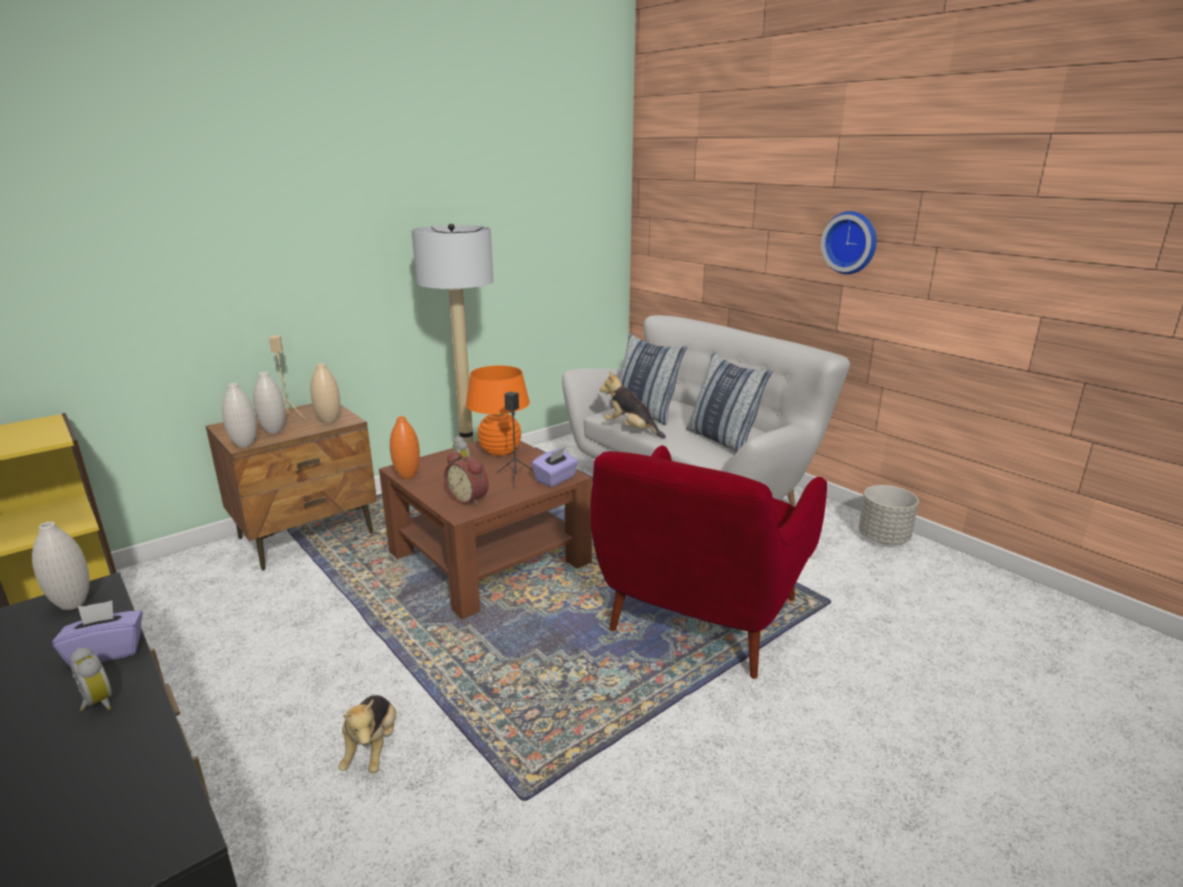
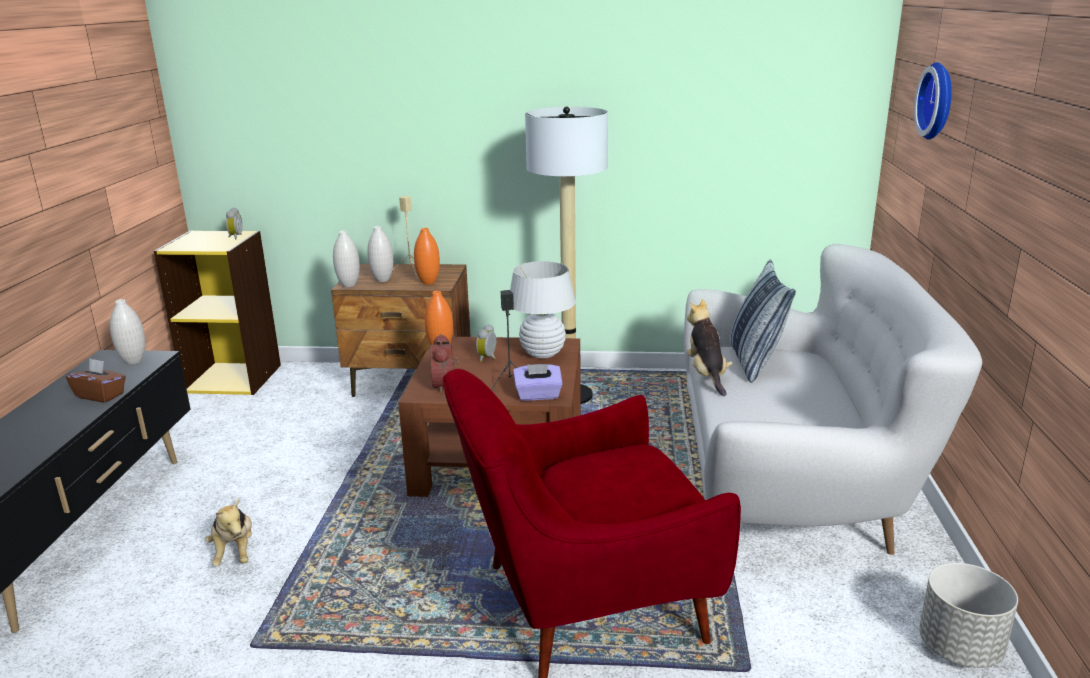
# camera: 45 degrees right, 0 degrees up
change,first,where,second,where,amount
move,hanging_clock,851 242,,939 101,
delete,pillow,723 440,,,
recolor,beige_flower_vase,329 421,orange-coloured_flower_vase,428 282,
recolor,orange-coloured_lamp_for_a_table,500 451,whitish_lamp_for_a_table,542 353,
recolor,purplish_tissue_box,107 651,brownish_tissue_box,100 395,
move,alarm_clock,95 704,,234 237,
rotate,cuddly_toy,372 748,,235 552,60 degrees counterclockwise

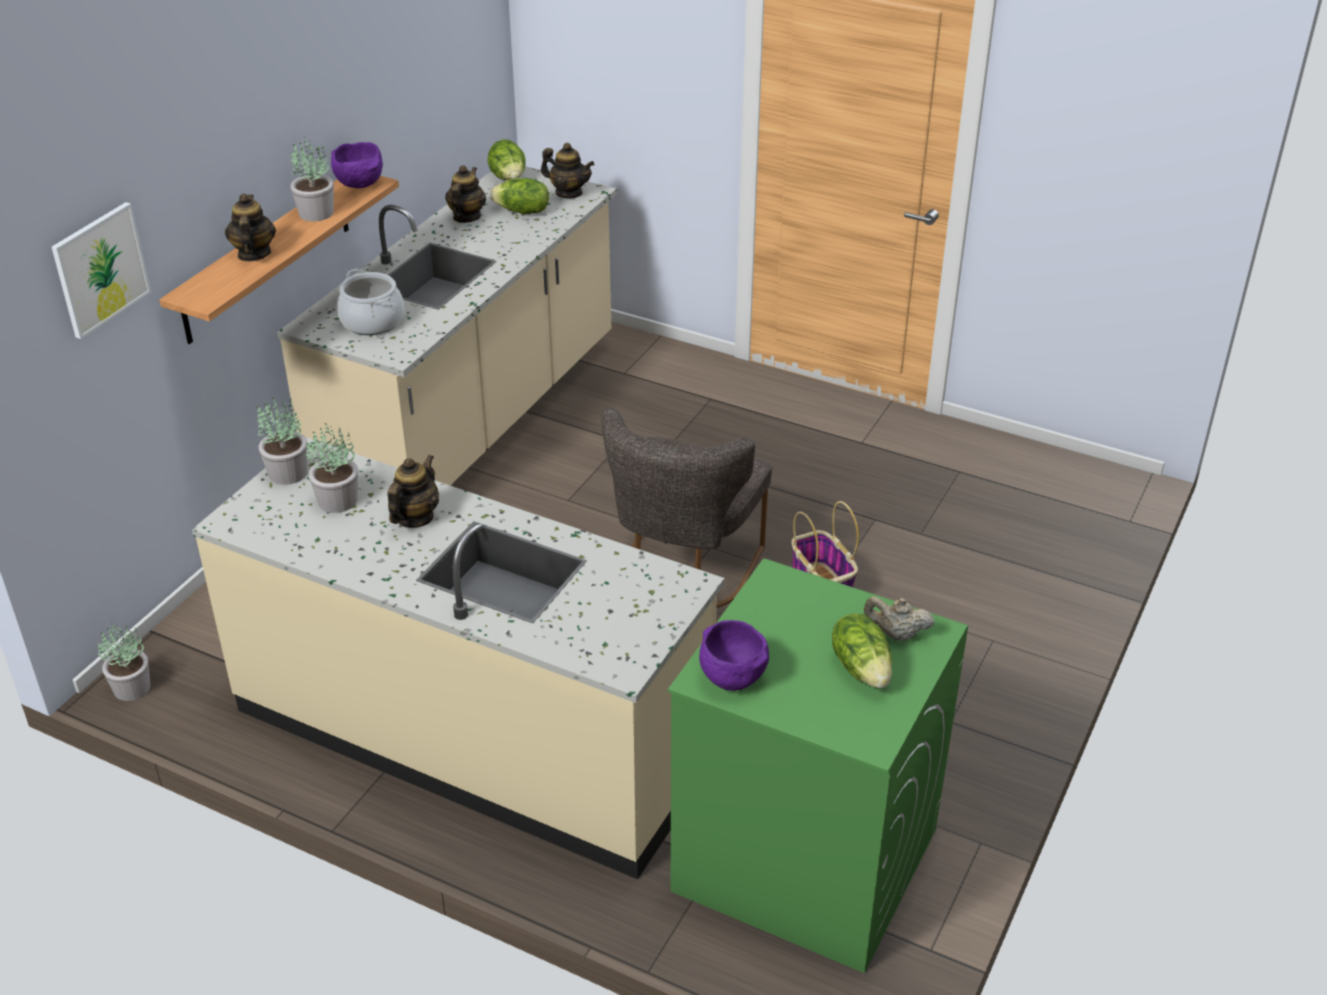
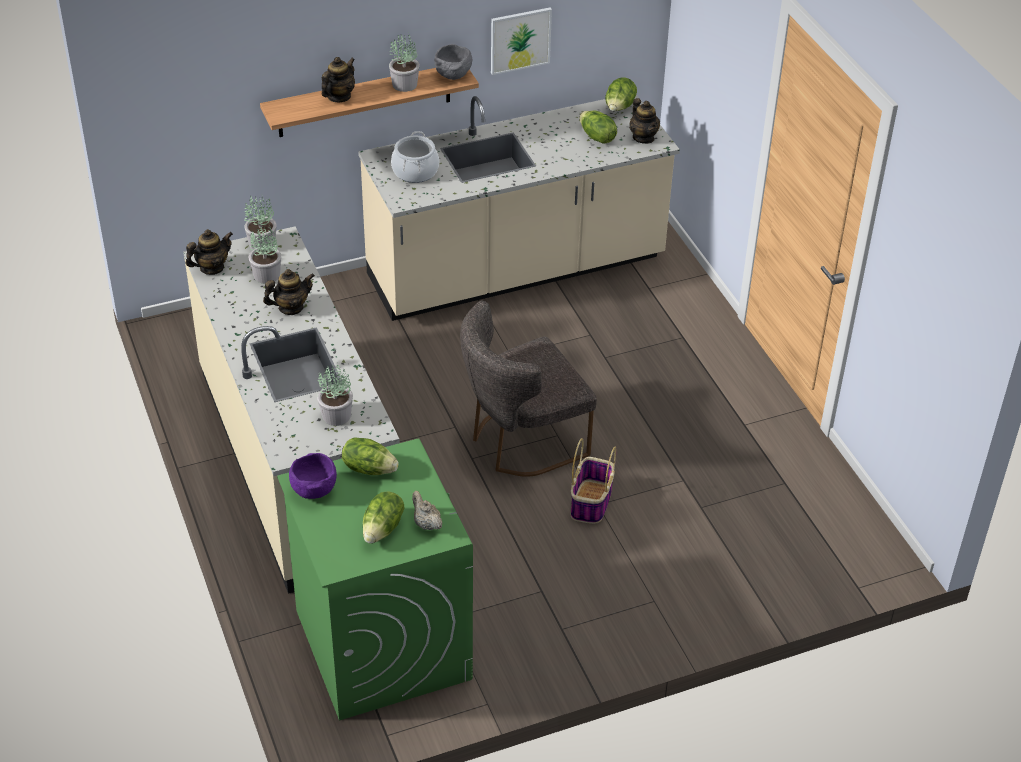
# camera: 40 degrees right, 5 degrees up
change,first,where,second,where,amount
recolor,purplish_deep_dish,361 184,greyish_deep_dish,453 76,
move,tea_pot,466 217,,211 268,
move,wall_art,100 269,,520 40,
move,plant_in_a_pot,132 687,,337 415,
insert,,,head_of_lettuce,369 468,

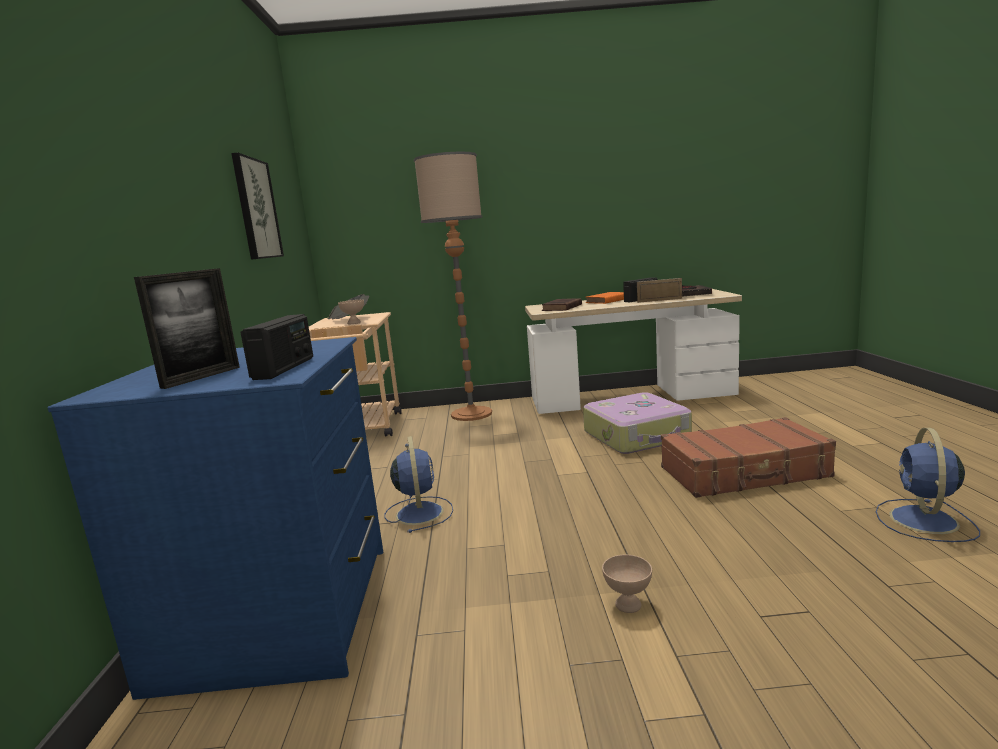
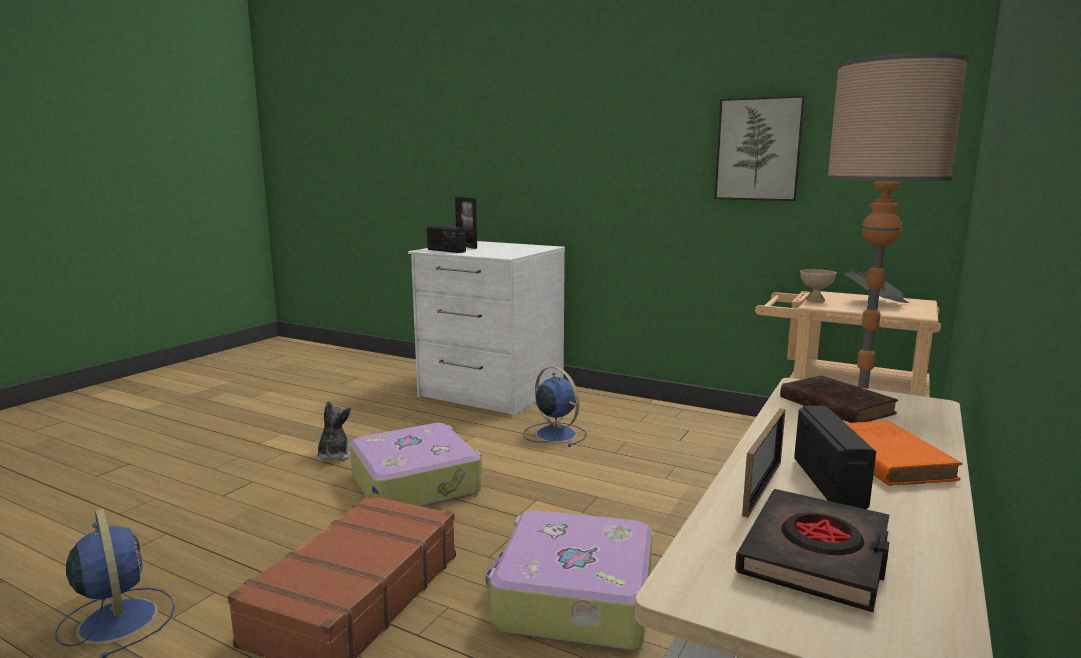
# camera: 120 degrees right, 0 degrees up
change,first,where,second,where,amount
recolor,blue_dresser,283 613,whitish_dresser,490 392,
rotate,blue_cooling_fan,419 512,,554 434,150 degrees counterclockwise
replace,beige_deep_dish,629 605,cuddly_toy,334 456,
insert,,,suitcase,416 483,

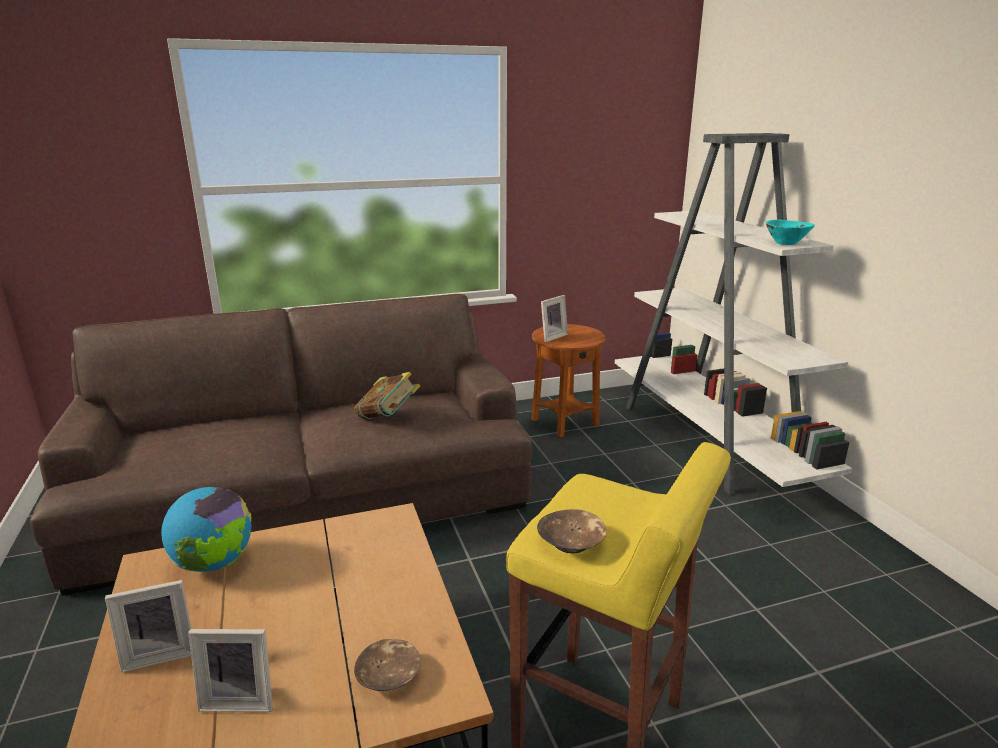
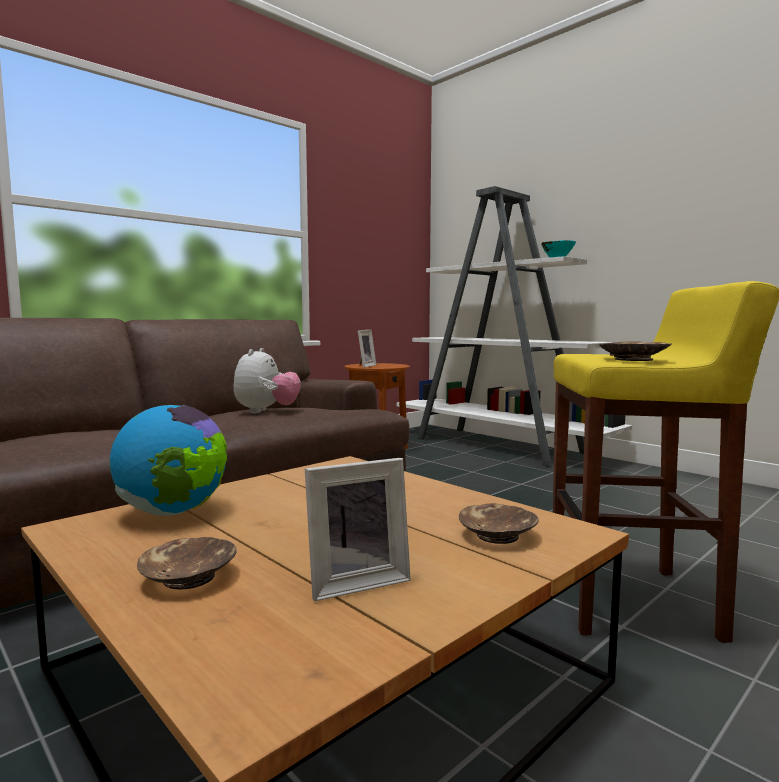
# camera: 25 degrees left, 15 degrees down
change,first,where,second,where,amount
replace,bound_book,388 418,cuddly_toy,266 411,
replace,standing_frame,160 653,brownish_deep_dish,189 577,

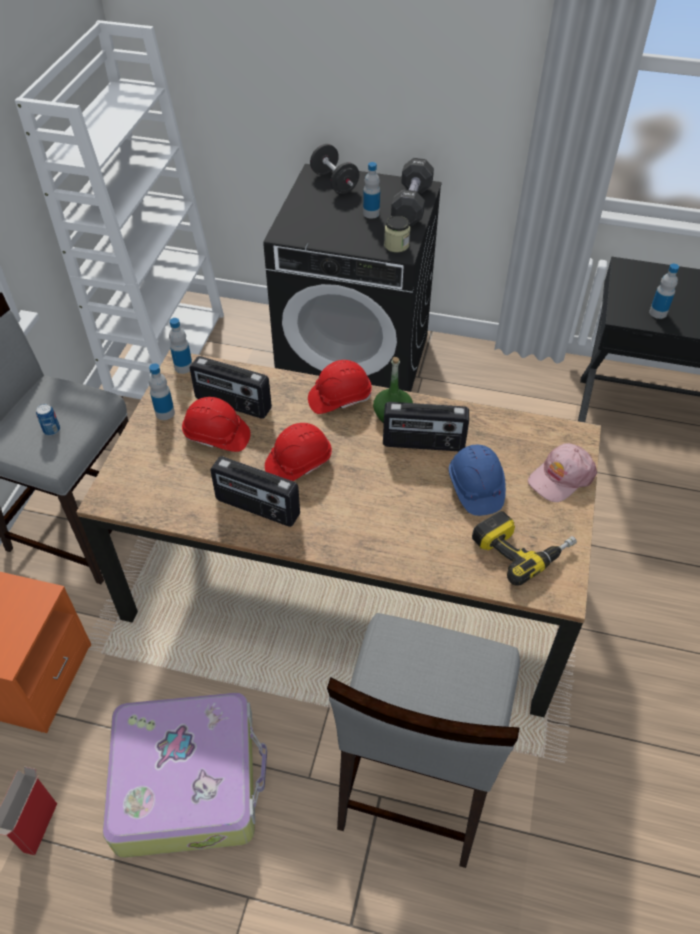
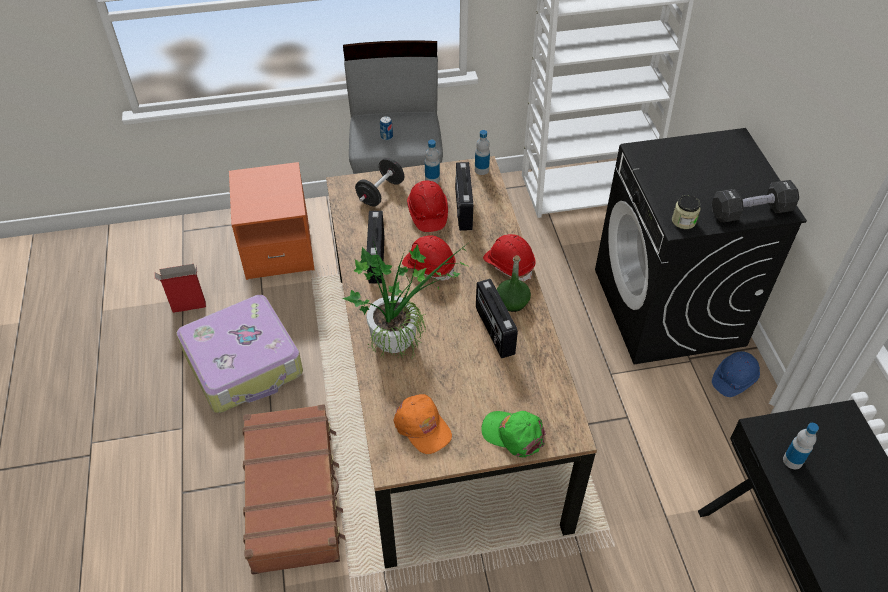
# camera: 65 degrees right, 0 degrees up
change,first,where,second,where,amount
move,black-coloured_free_weight,334 183,,380 193,
delete,bottle,371 213,,,
recolor,pink_peaked_cap,561 477,greenish_peaked_cap,513 434,
move,blue_safety_helmet,475 488,,734 379,
replace,drill,522 548,orange-coloured_peaked_cap,422 427,
replace,greyish_stool_seat,414 782,brownish_suitcase,294 495,
insert,,,plant_in_a_pot,401 336,

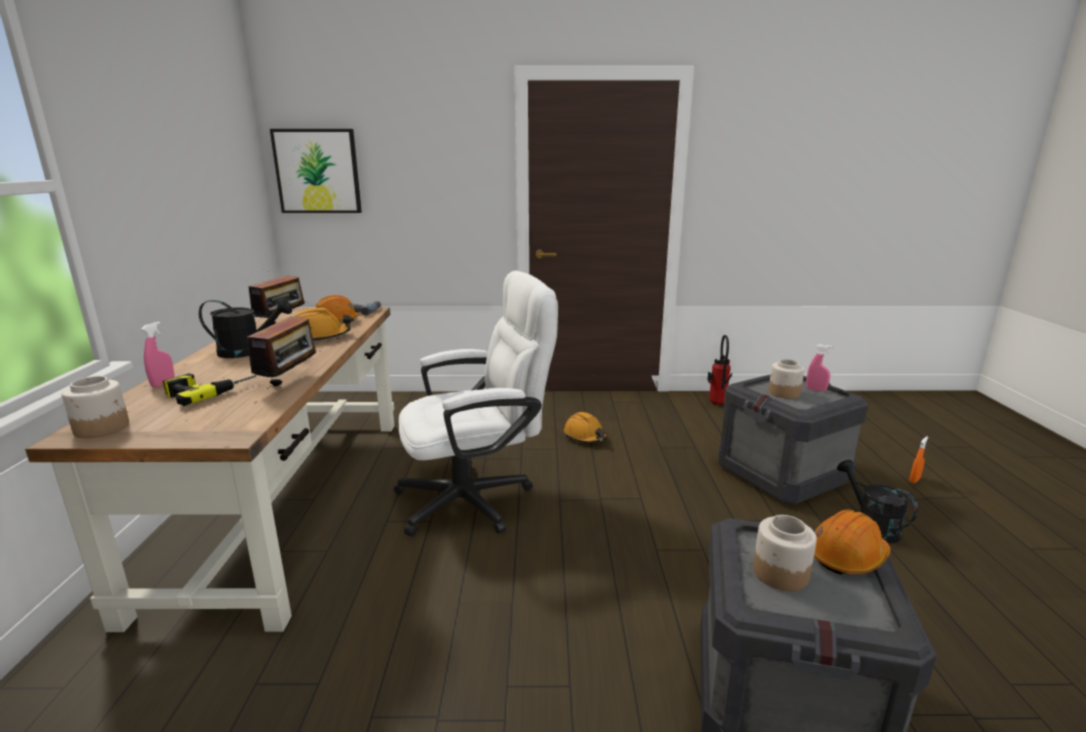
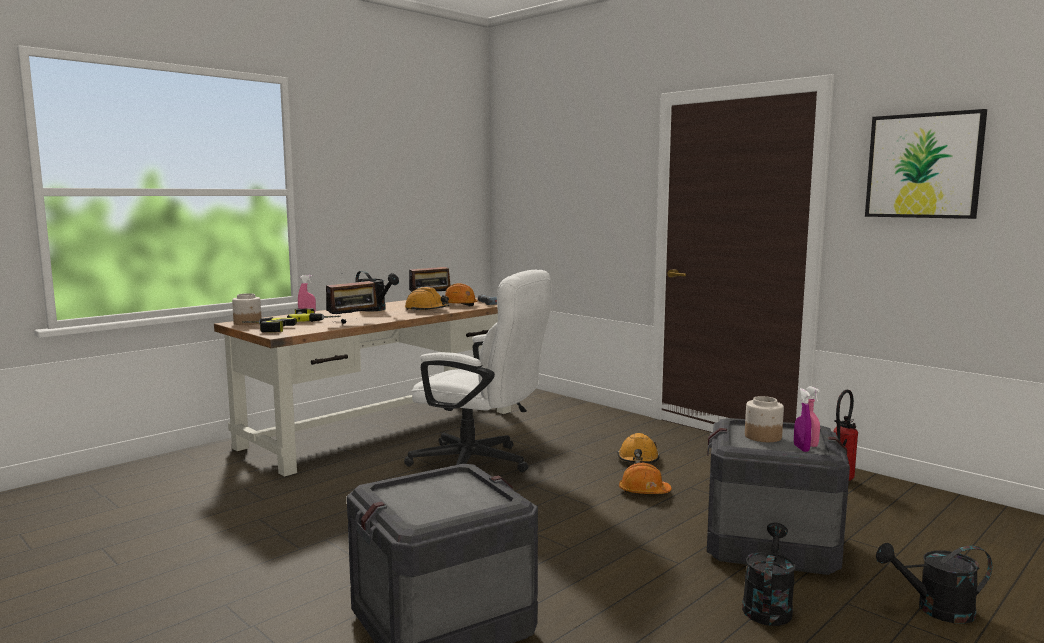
# camera: 45 degrees right, 10 degrees down
change,first,where,second,where,amount
move,wall_art,317 171,,923 166,
replace,orange-coloured_spray_bottle,914 480,black-coloured_watering_pot,935 610,
move,orange-coloured_safety_helmet,846 557,,643 491,
delete,jar,779 573,,,
insert,,,drill,264 329,
insert,,,purplish_spray_bottle,801 448,

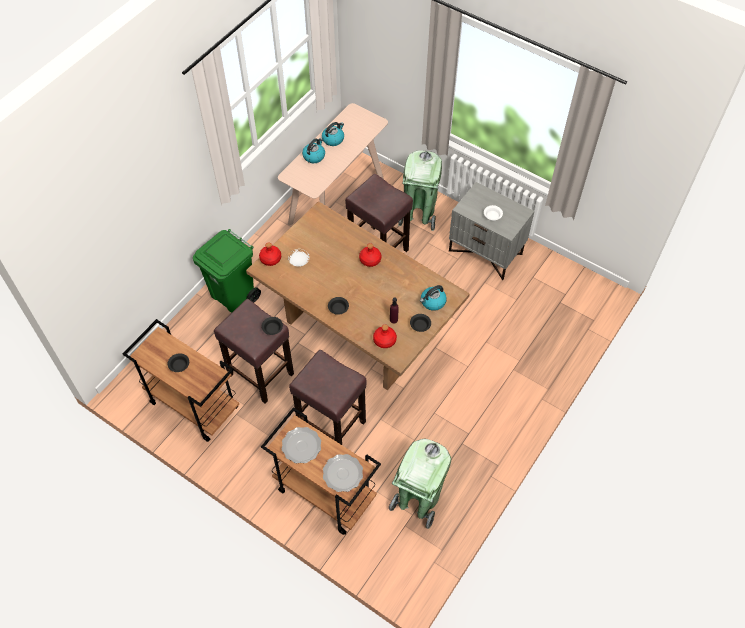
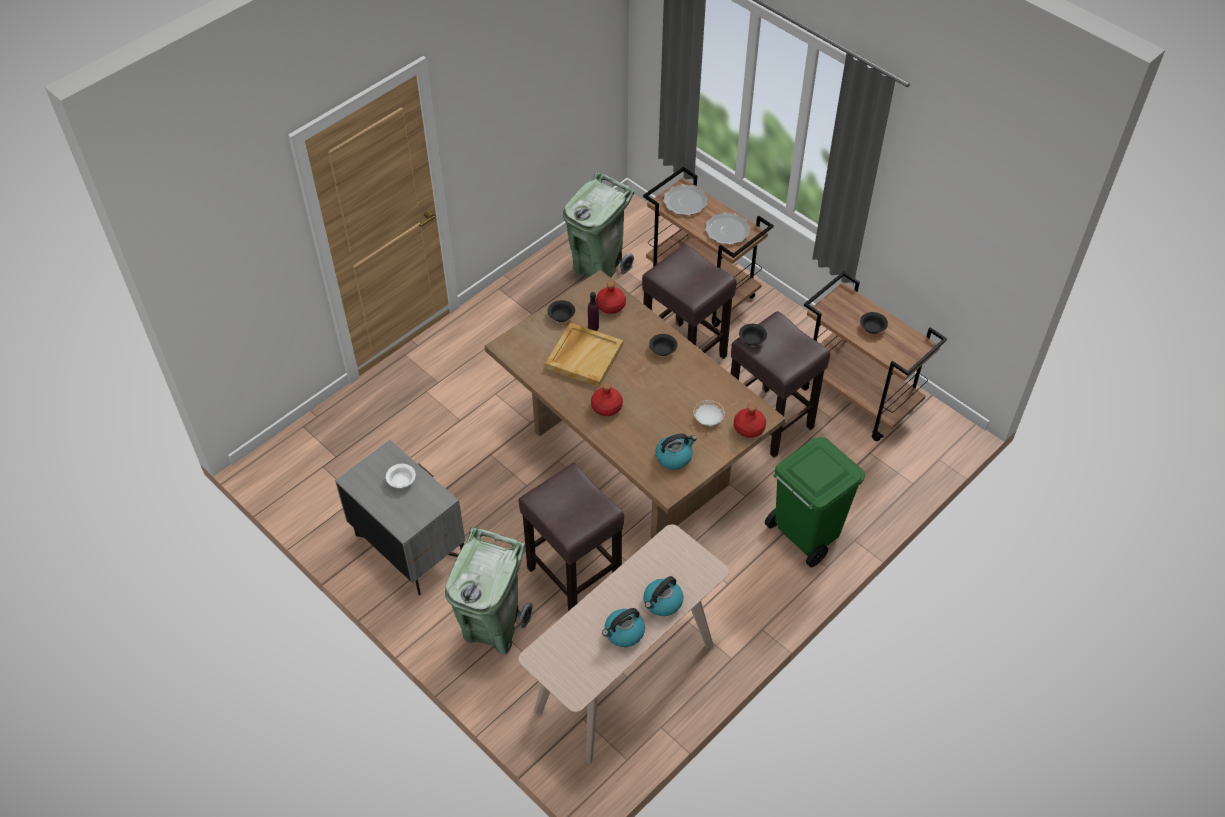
# camera: 170 degrees left, 5 degrees down
change,first,where,second,where,amount
move,tea_kettle,432 302,,674 457,
insert,,,beige_serving_tray,584 356,

